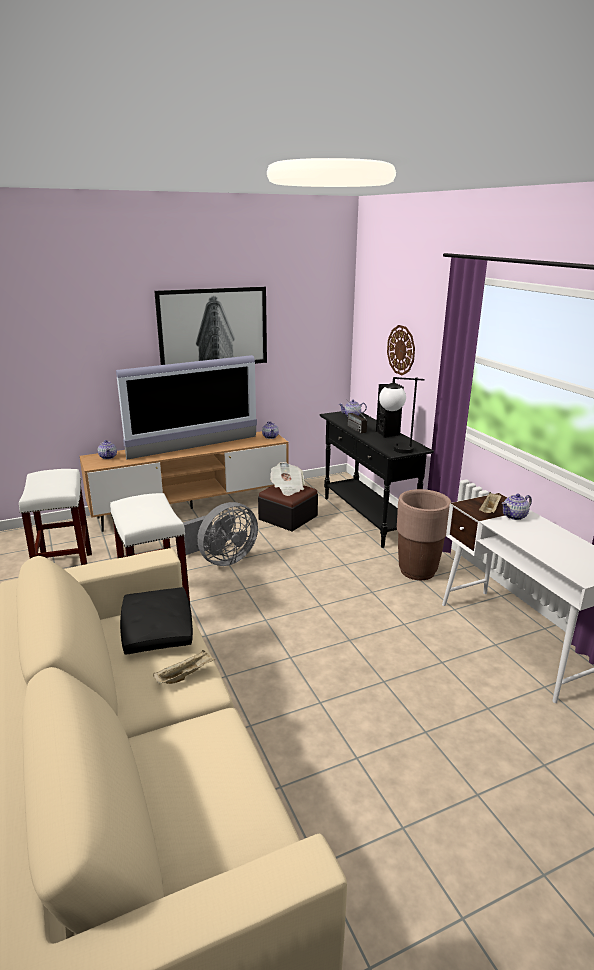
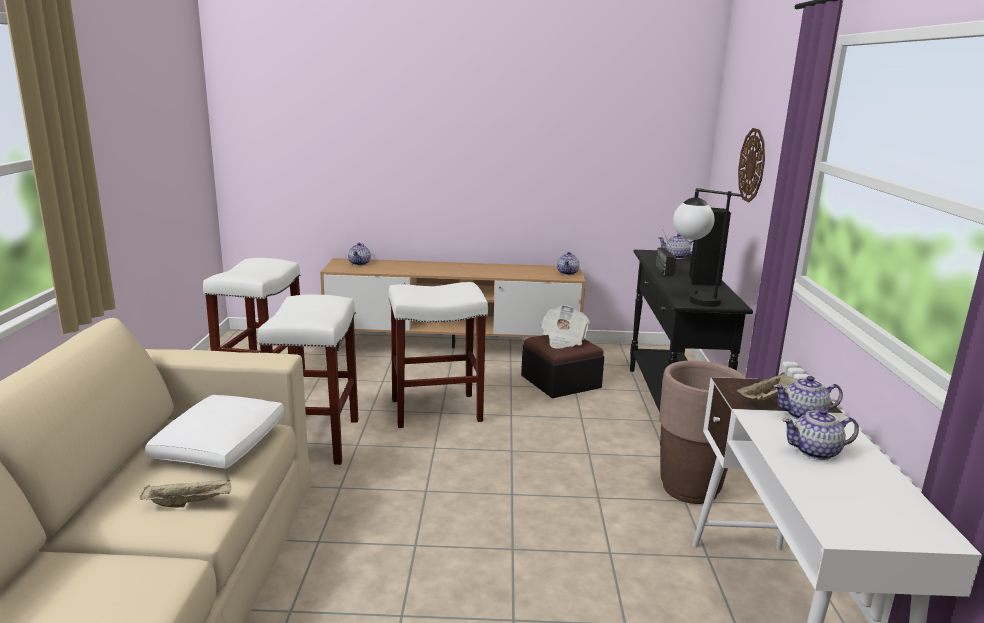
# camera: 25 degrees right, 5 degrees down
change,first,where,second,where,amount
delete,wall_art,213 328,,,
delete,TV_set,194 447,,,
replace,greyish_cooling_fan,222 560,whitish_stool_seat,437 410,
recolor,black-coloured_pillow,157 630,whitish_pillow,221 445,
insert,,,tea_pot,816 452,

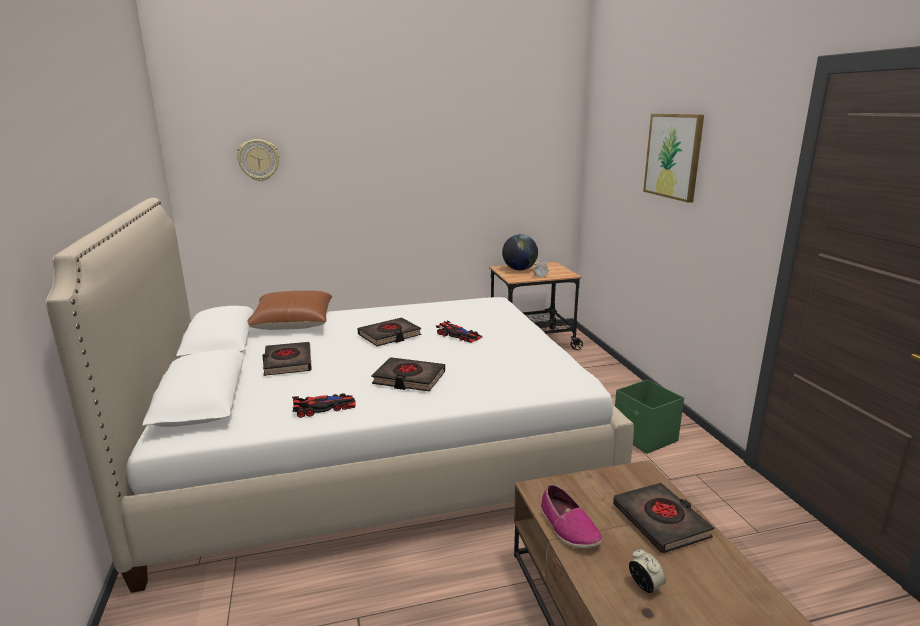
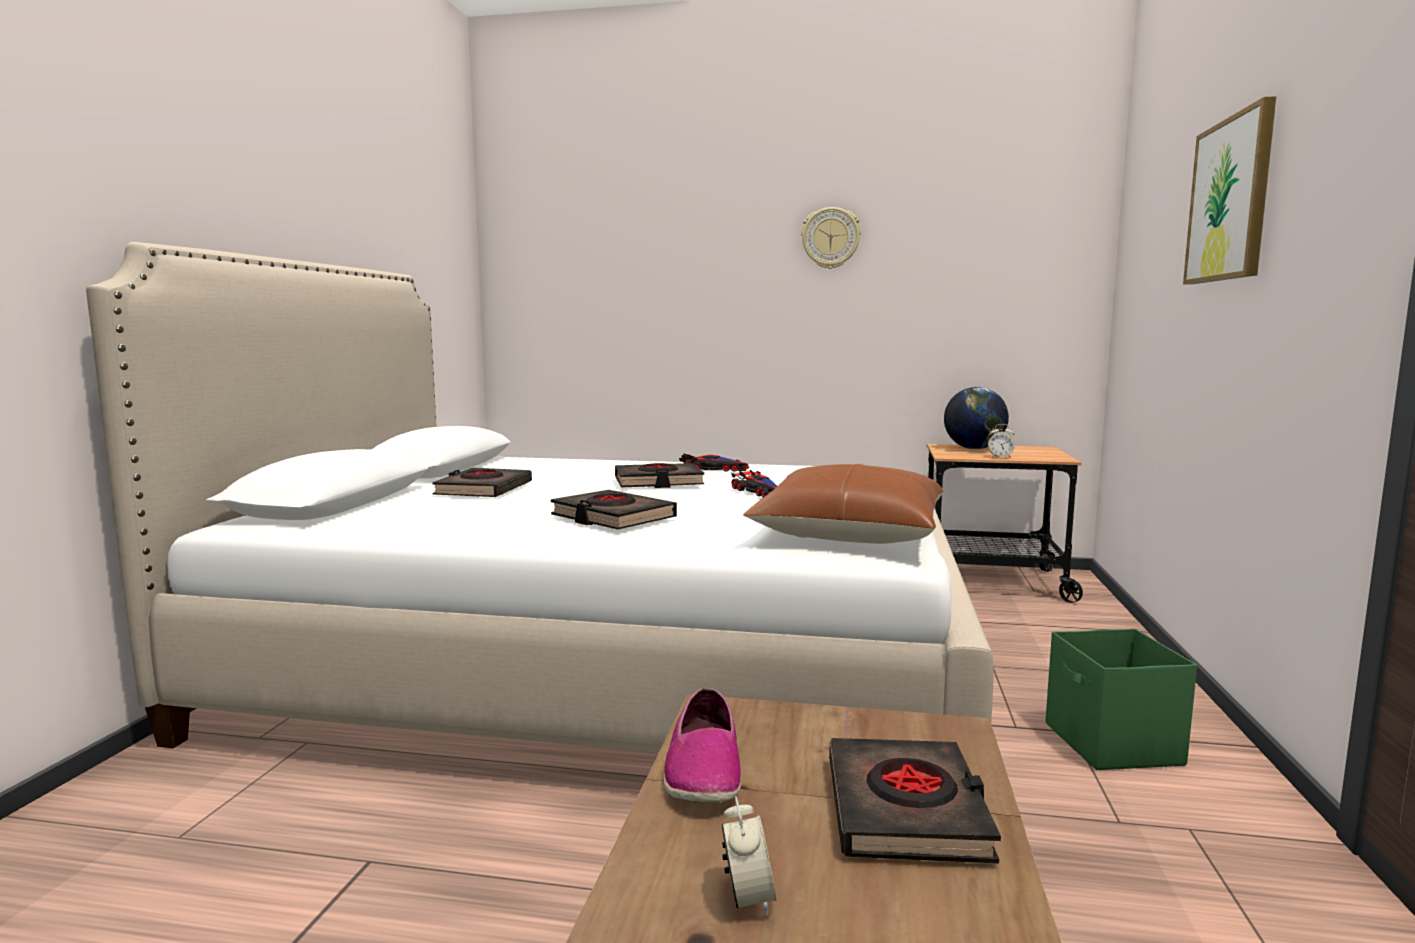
# camera: 25 degrees right, 10 degrees down
change,first,where,second,where,amount
move,hanging_clock,258 160,,830 238,
move,brownish_pillow,292 322,,849 533,
move,miniature_car,324 407,,714 469,

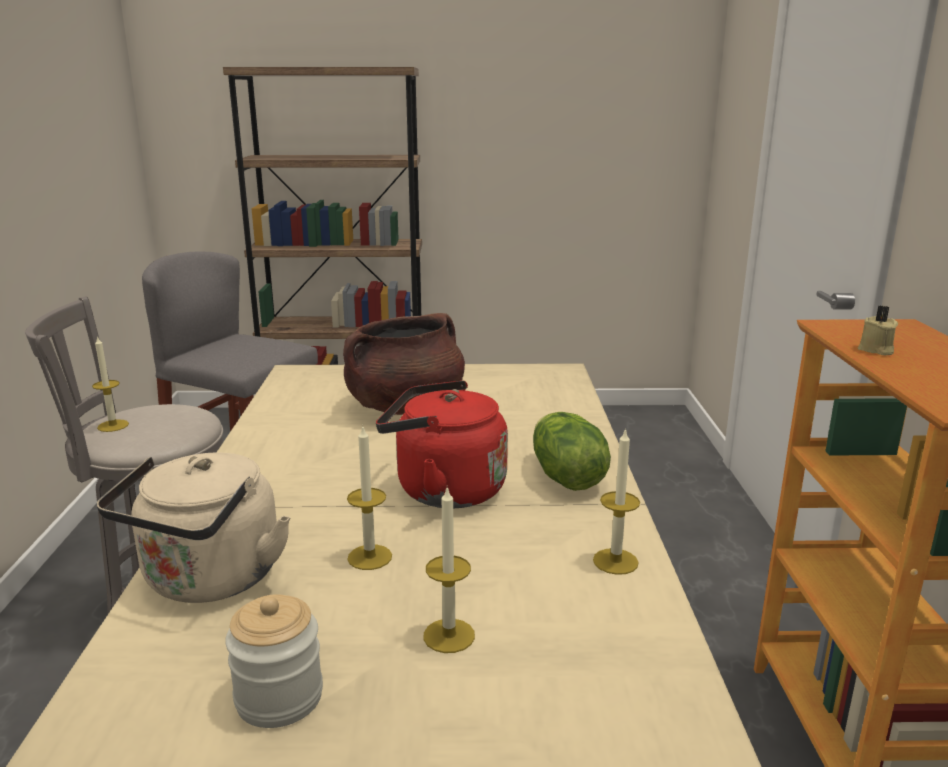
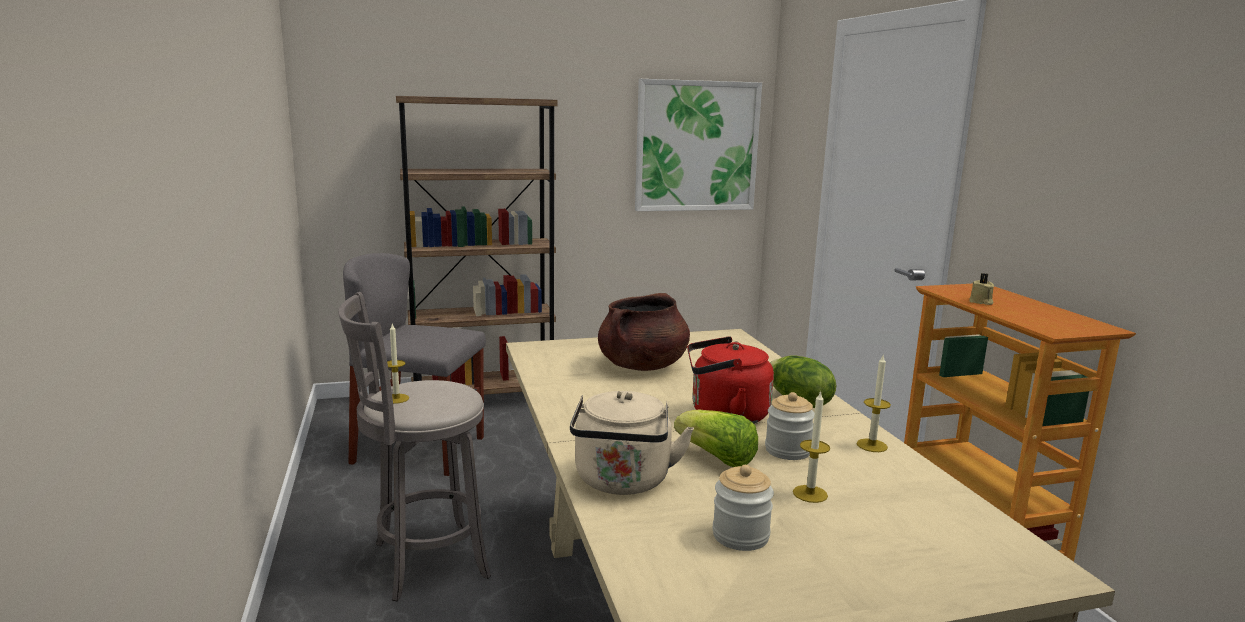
# camera: 15 degrees left, 5 degrees down
change,first,where,second,where,amount
replace,wax_light,369 557,head_of_lettuce,716 458,
insert,,,wall_art,697 146,
insert,,,jar,787 450,

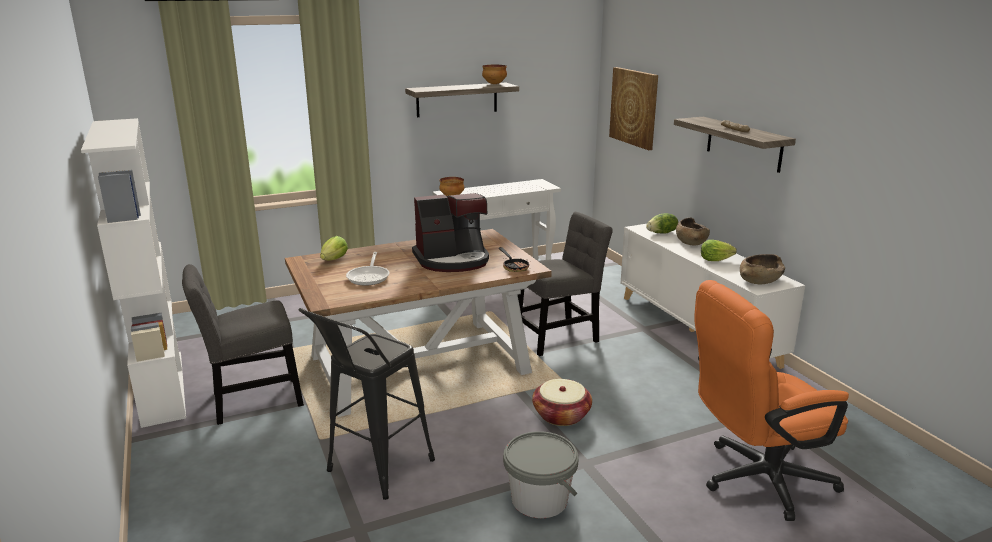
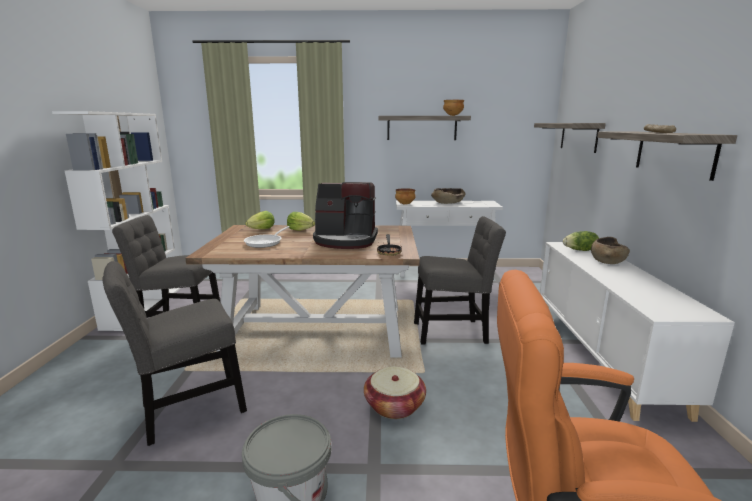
# camera: 25 degrees right, 5 degrees down
change,first,where,second,where,amount
replace,wall_art,634 107,shelf,578 136,
move,head_of_lettuce,715 260,,300 230,
move,brownish_deep_dish,760 280,,448 202,
replace,black-coloured_stool_seat,373 471,greyish_chair,187 410,

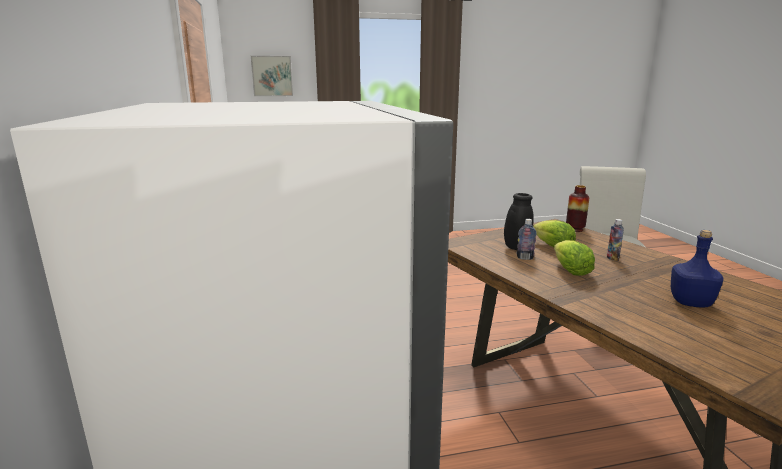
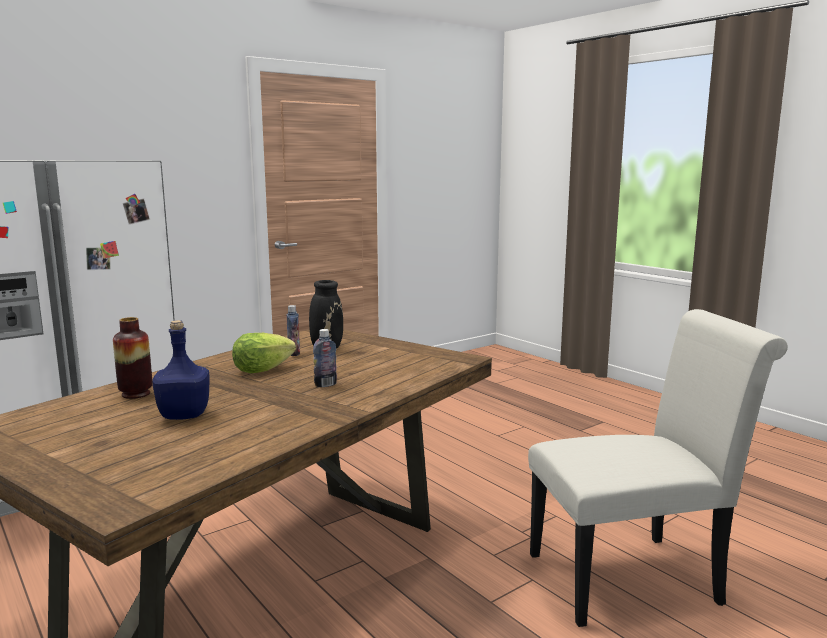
# camera: 65 degrees right, 5 degrees down
change,first,where,second,where,amount
delete,wall_art,272 76,,,
move,flower_vase,575 229,,136 394,
delete,head_of_lettuce,553 247,,,

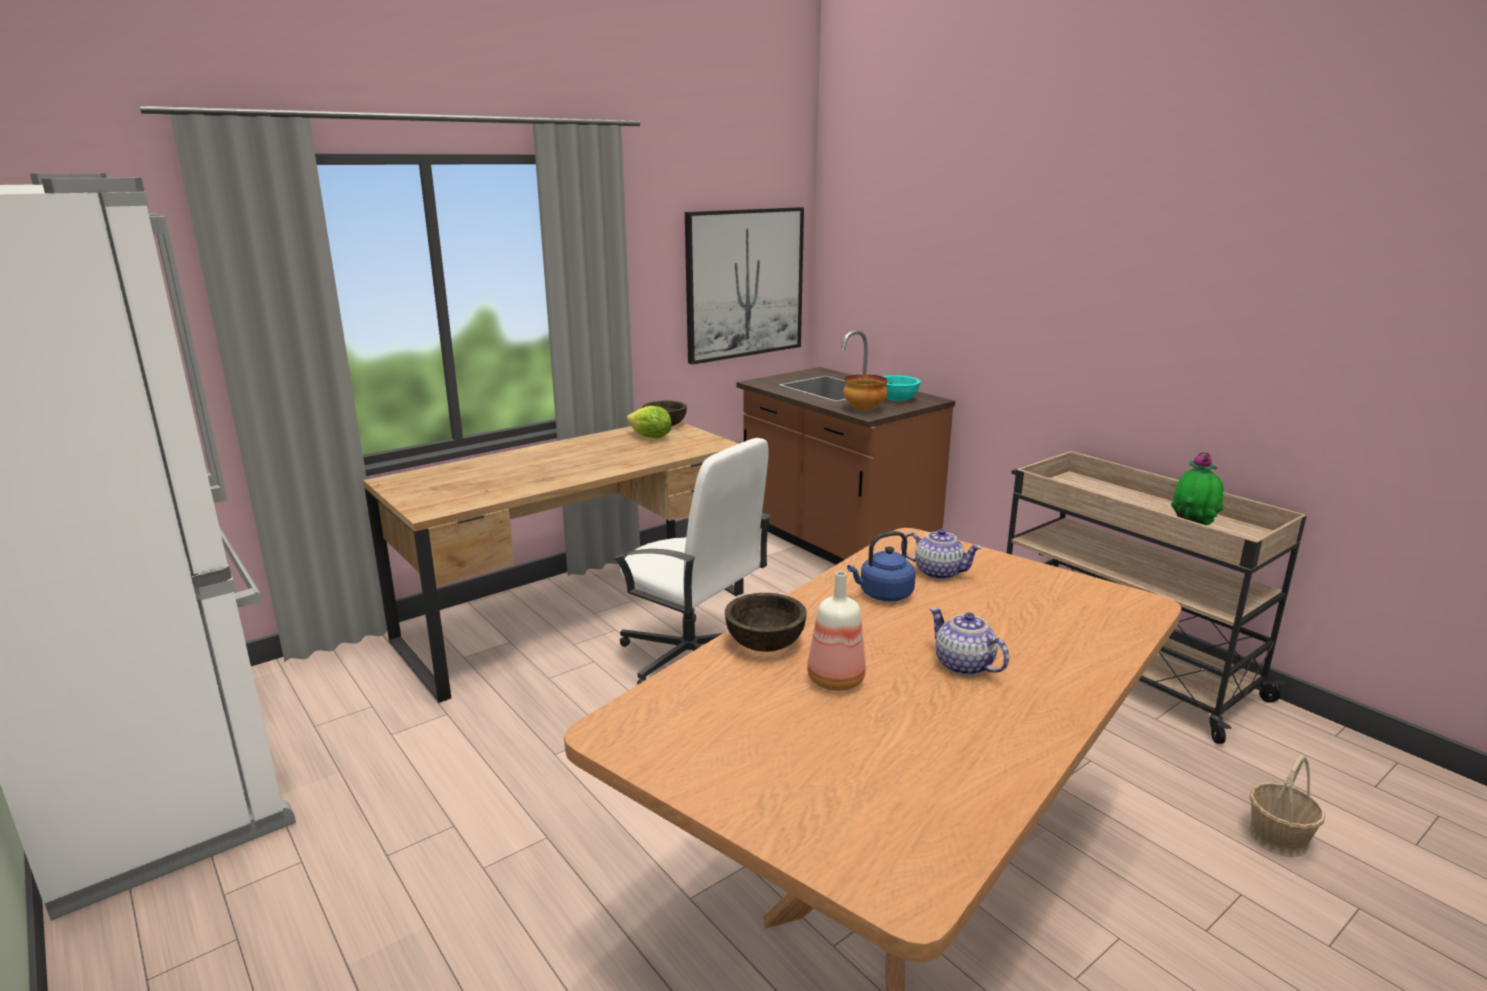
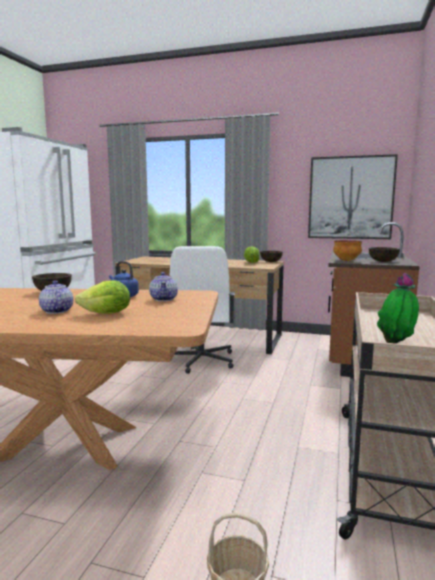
# camera: 55 degrees right, 10 degrees down
change,first,where,second,where,amount
recolor,blue-green_deep_dish,897 399,brownish_deep_dish,383 261,
delete,bottle,834 681,,,
rotate,tea_pot,964 665,,56 311,45 degrees counterclockwise
insert,,,head_of_lettuce,107 314,

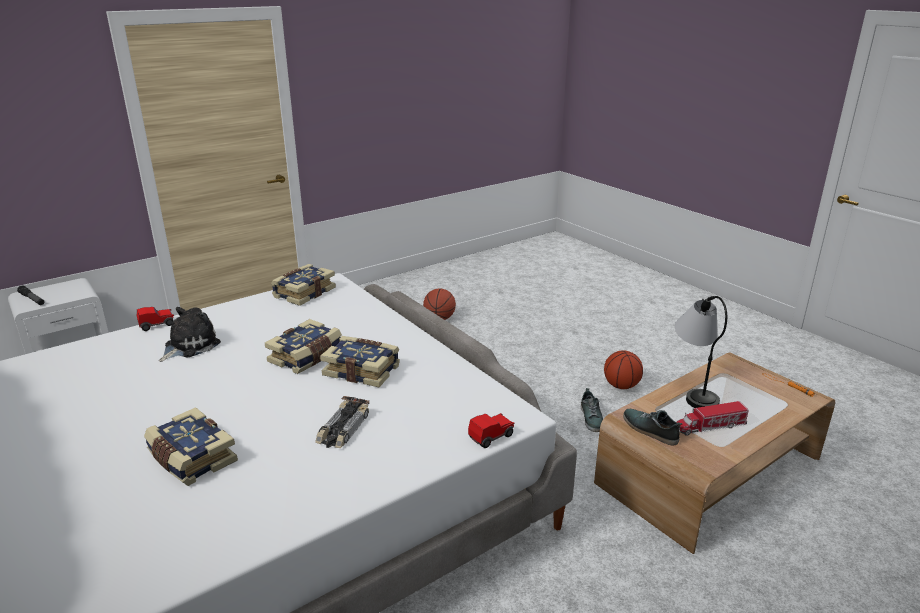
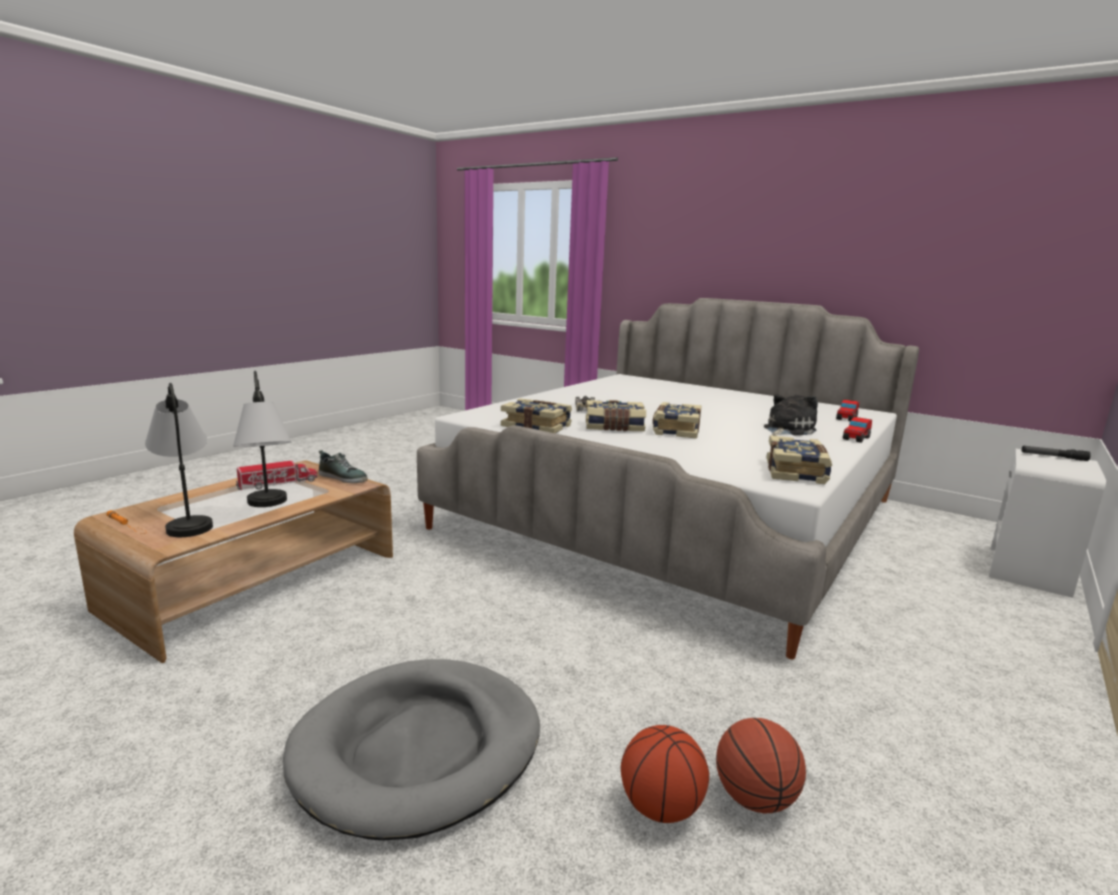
# camera: 160 degrees right, 10 degrees down
change,first,where,second,where,amount
rotate,cuddly_toy,189 346,,787 430,150 degrees counterclockwise
move,ball_for_basketball,621 386,,661 808,
delete,low_shoe,591 418,,,
move,bound_book,191 459,,537 426,
move,miniature_car,491 437,,846 418,
insert,,,lamp_for_a_table,188 519,
insert,,,greyish_pet_bed,419 749,

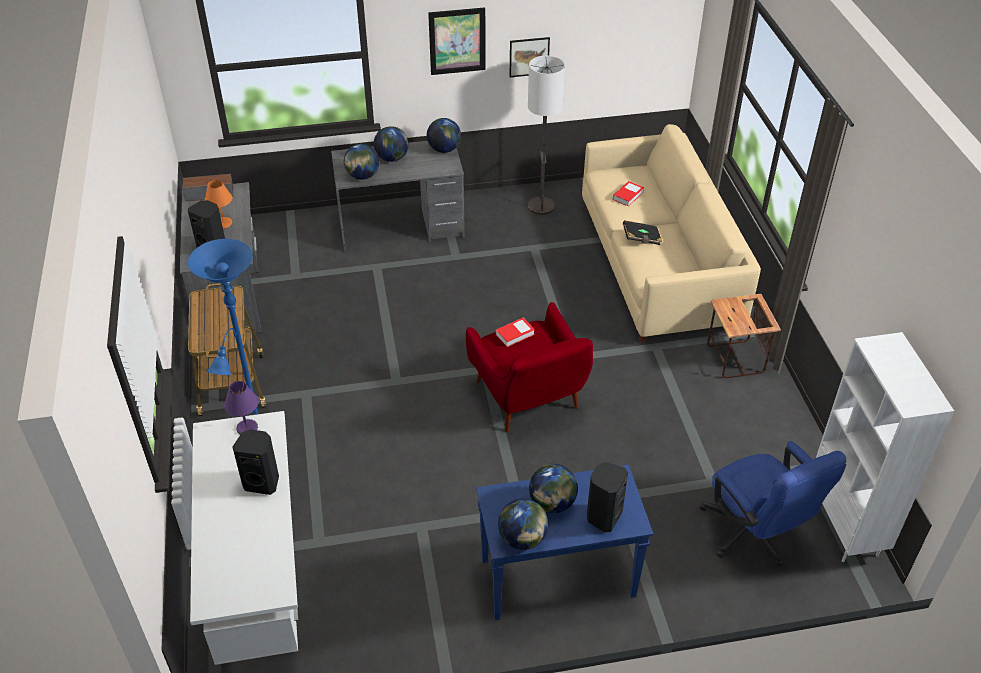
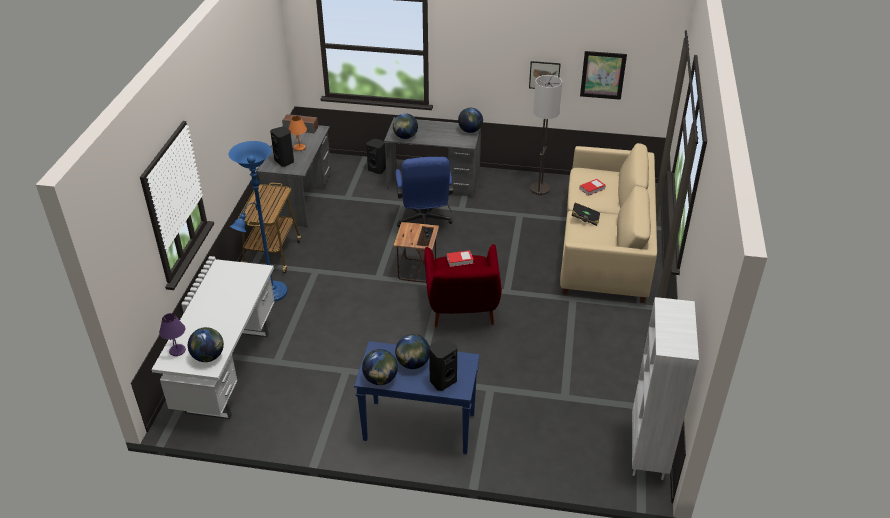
# camera: 20 degrees right, 5 degrees down
change,first,where,second,where,amount
move,wall_art,457 41,,603 75,
move,globe,392 158,,208 356,
move,end_table,735 360,,417 271,
move,purplish_lamp_for_a_table,247 428,,178 351,
move,black-coloured_audio_speaker,262 482,,377 169,
move,blue_computer_chair,754 536,,424 223,

